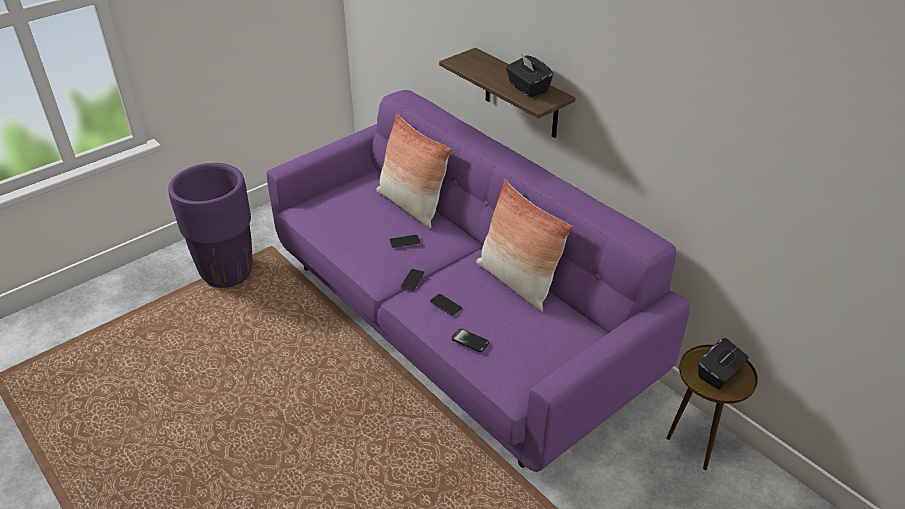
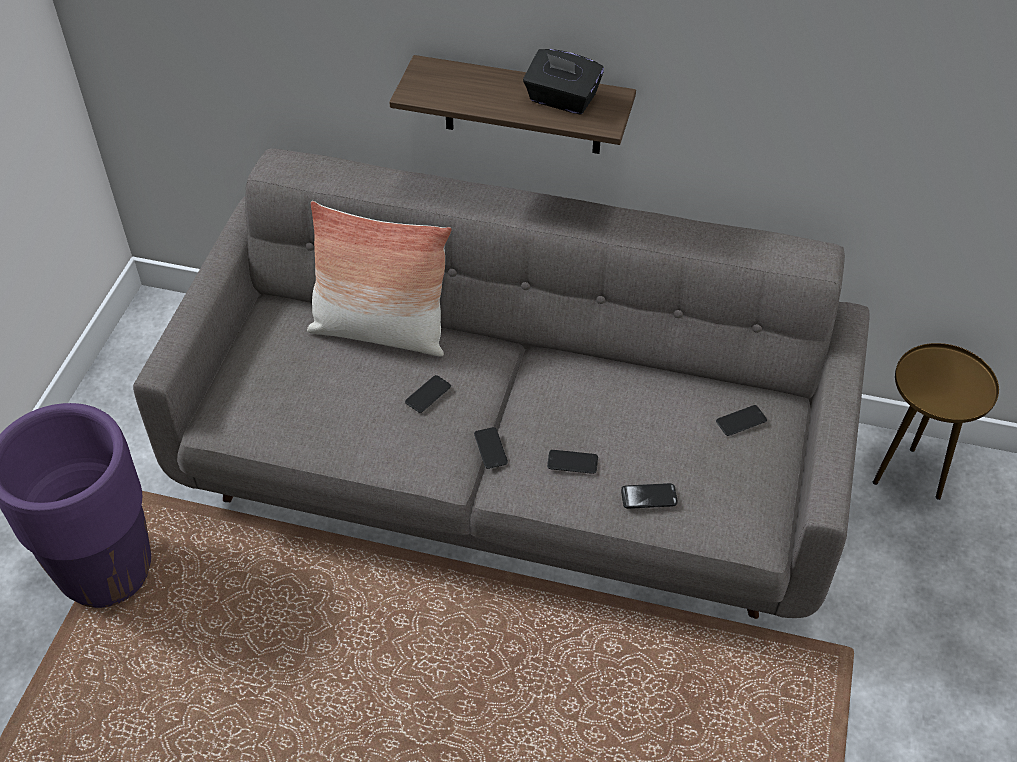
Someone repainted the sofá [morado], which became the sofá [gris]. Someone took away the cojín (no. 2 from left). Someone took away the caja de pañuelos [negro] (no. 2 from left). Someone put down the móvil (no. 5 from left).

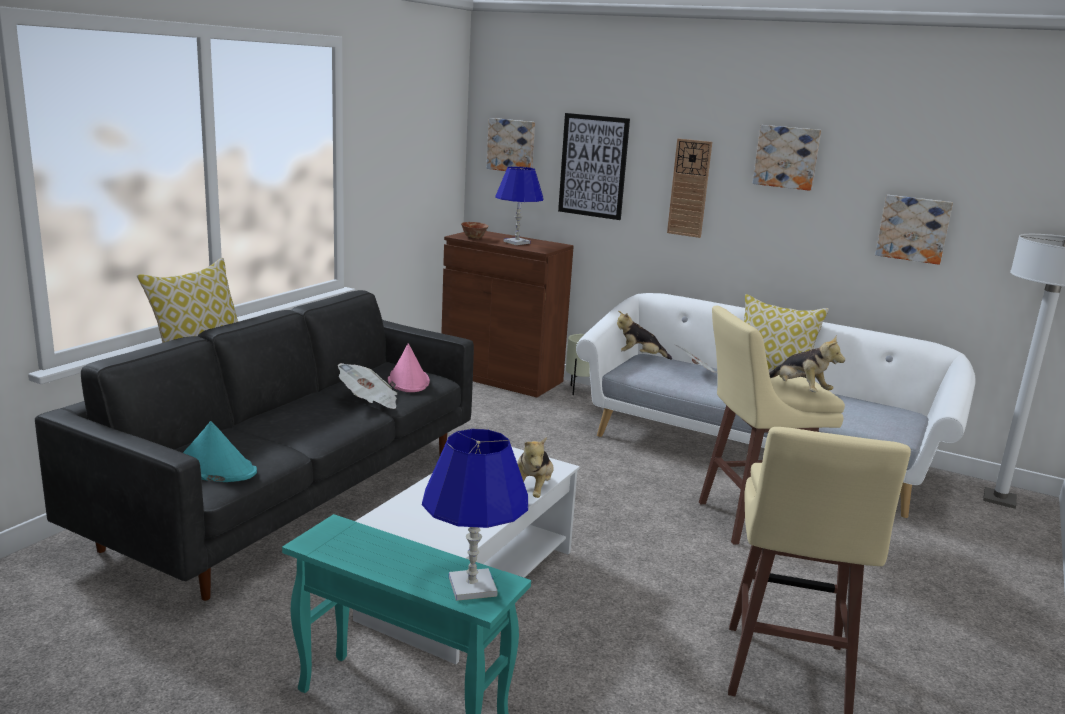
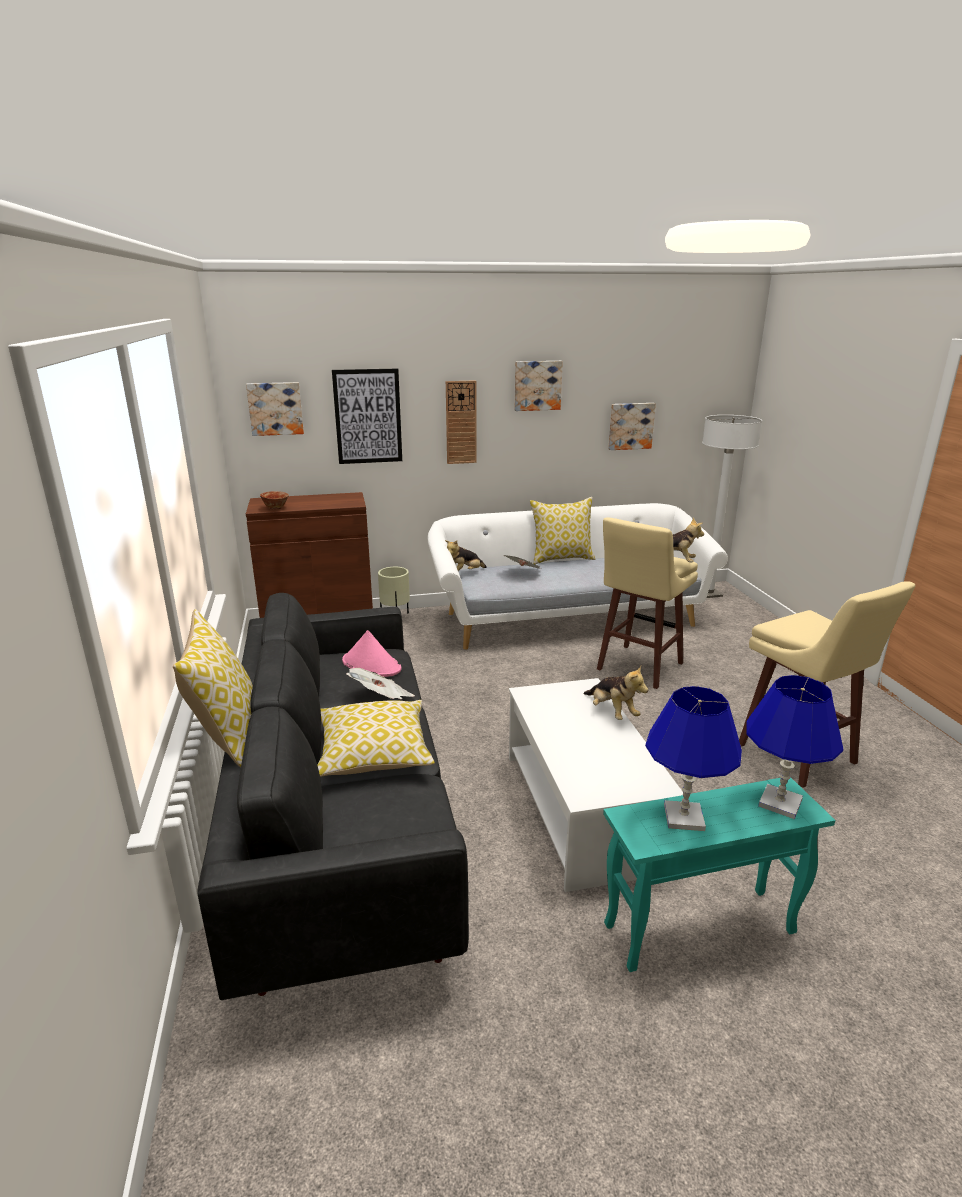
Someone took away the sombrero [turquesa]. Someone carried the lámpara de mesa [azul] (no. 2 from left in the first image). Someone put down the cojín (no. 2 from left).

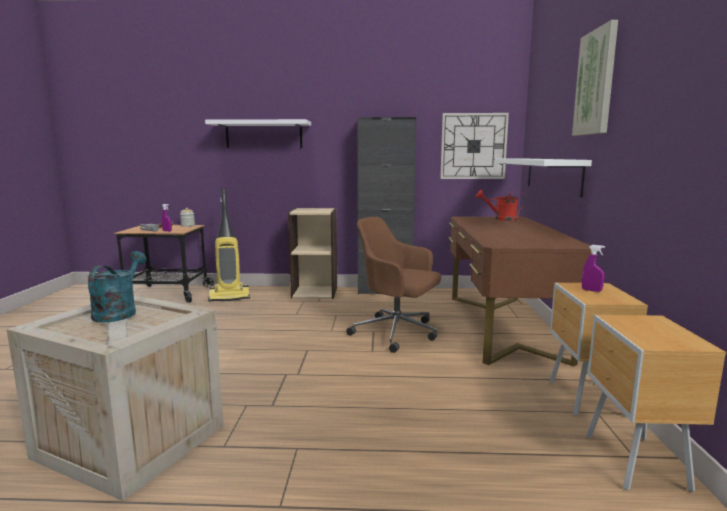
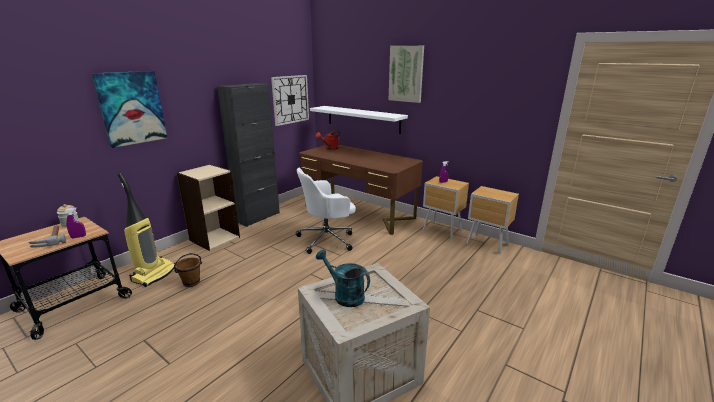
Someone swapped the estante [blanco] (no. 1 from left) for the cuadro (no. 1 from left). Someone repainted the silla de oficina [marrón], which became the silla de oficina [blanco]. Someone put down the cubo [marrón].

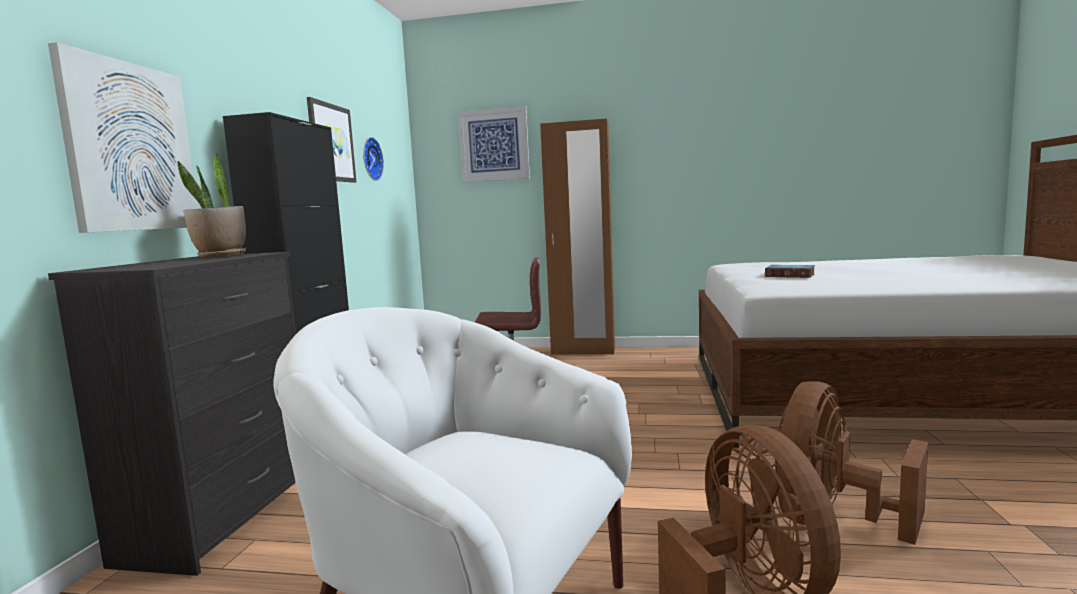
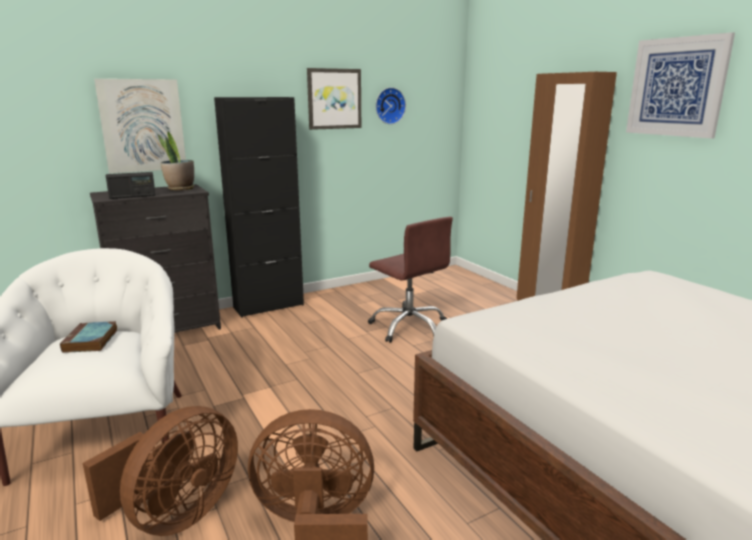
Someone carried the cuadro (no. 3 from left). Someone carried the libro. Someone put down the radio.

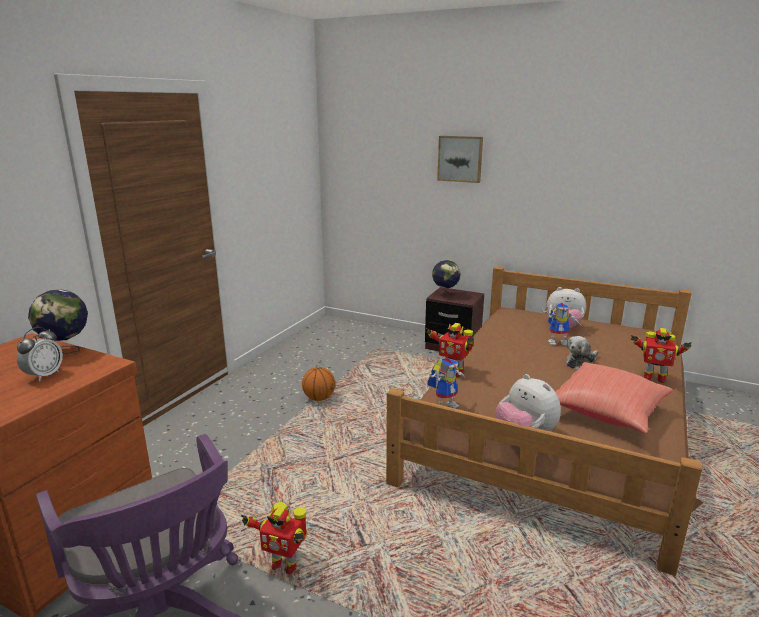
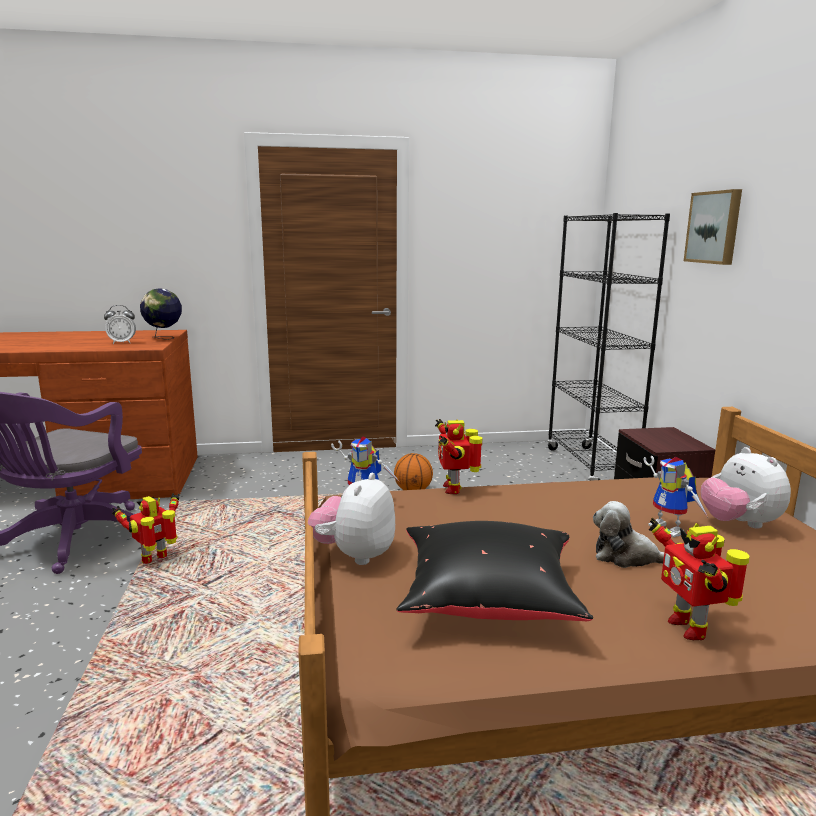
Someone rotated the robot de juguete (no. 1 from left) by 60 degrees clockwise. Someone took away the globo terráqueo (no. 2 from left). Someone repainted the cojín [rojo], which became the cojín [negro]. Someone put down the estantería [negro].

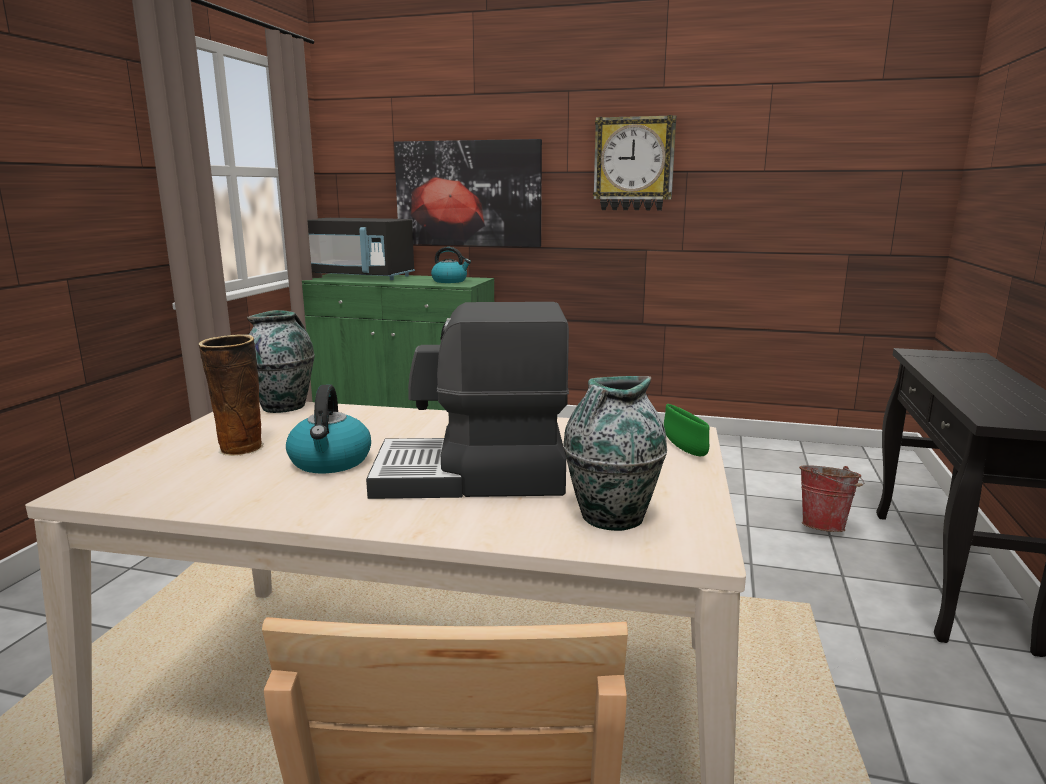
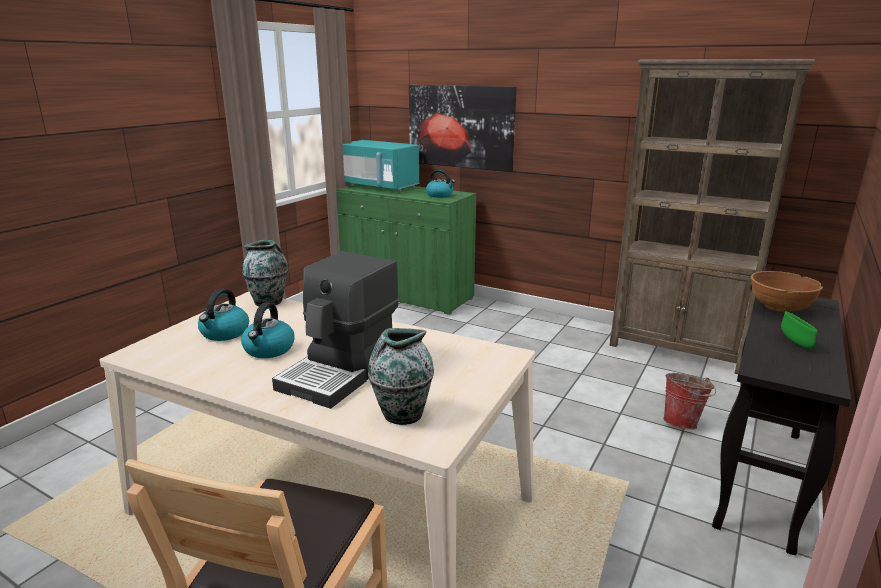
Someone swapped the florero (no. 1 from left) for the hervidor (no. 1 from left). Someone repainted the microondas [negro], which became the microondas [turquesa]. Someone rotated the cafetera by 75 degrees counterclockwise. Someone took away the reloj de pared. Someone carried the cuenco [verde]. Someone put down the estantería [marrón]. Someone put down the cuenco [marrón].

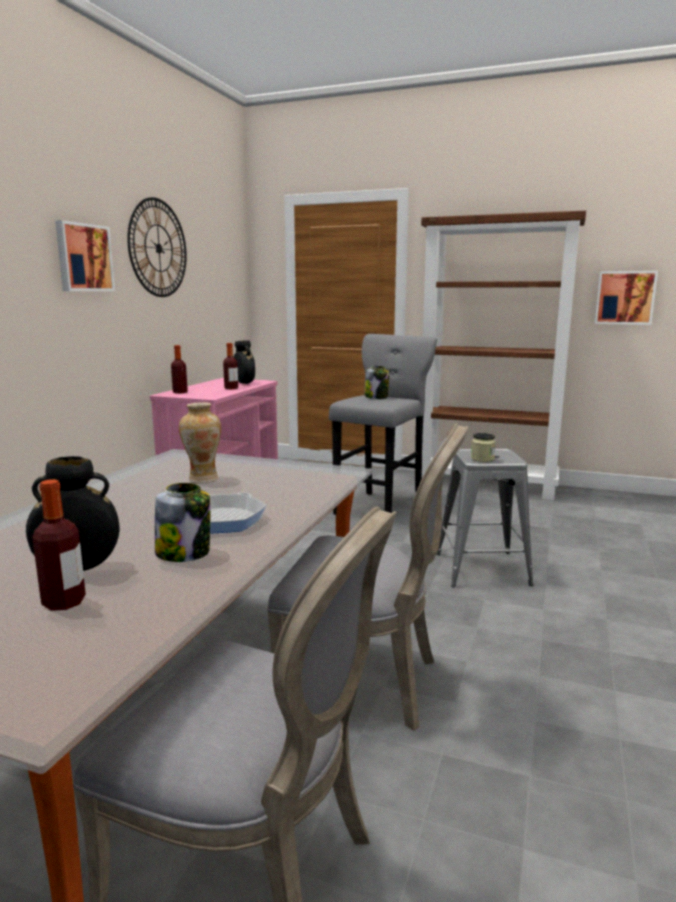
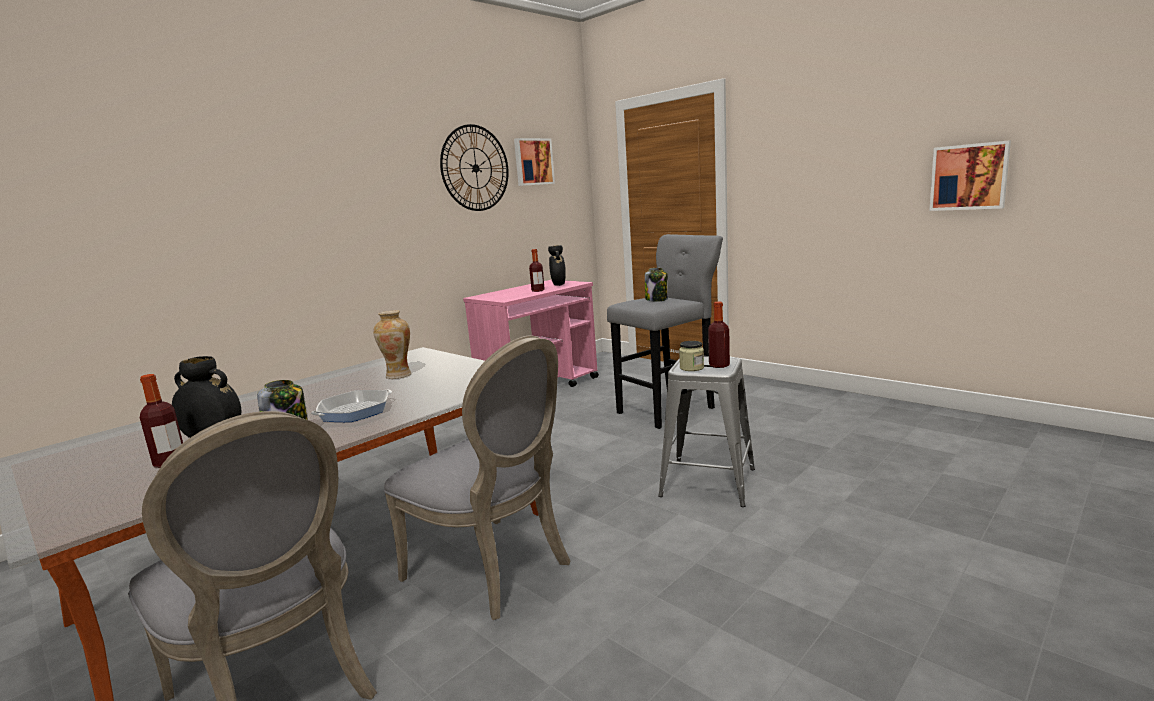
Someone carried the cuadro (no. 1 from left). Someone carried the botella (no. 2 from left in the first image). Someone took away the estantería [marrón].

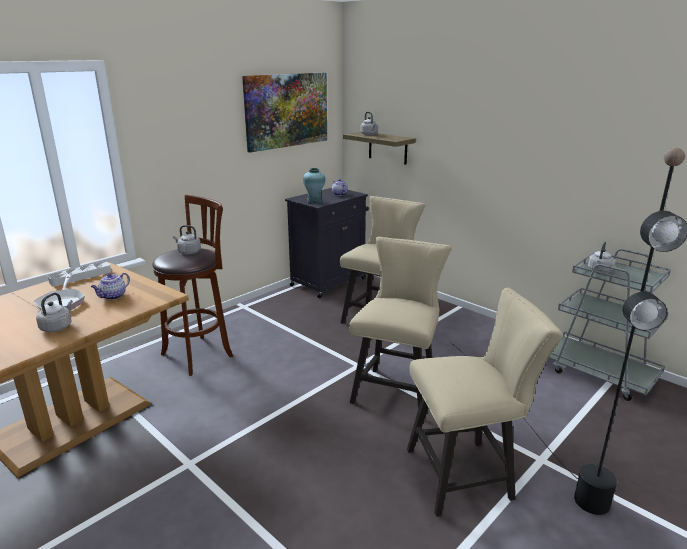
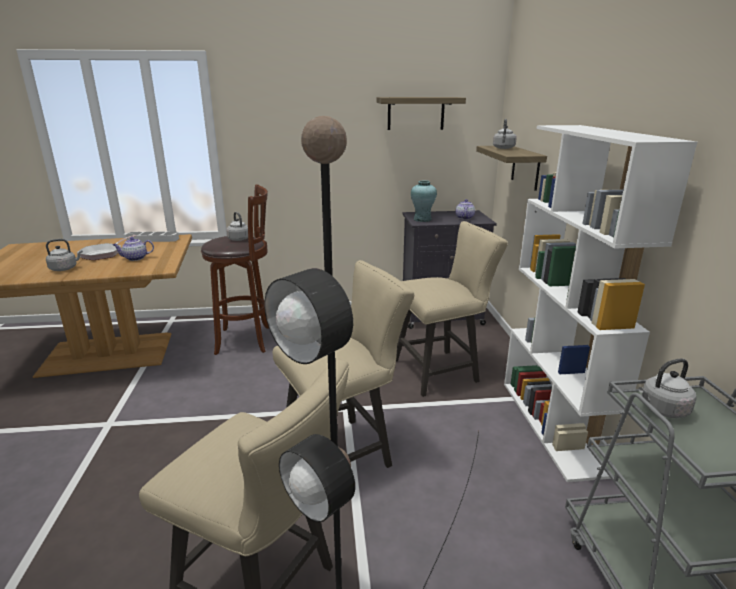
Someone swapped the cuadro for the estante (no. 1 from left). Someone put down the estantería [blanco].

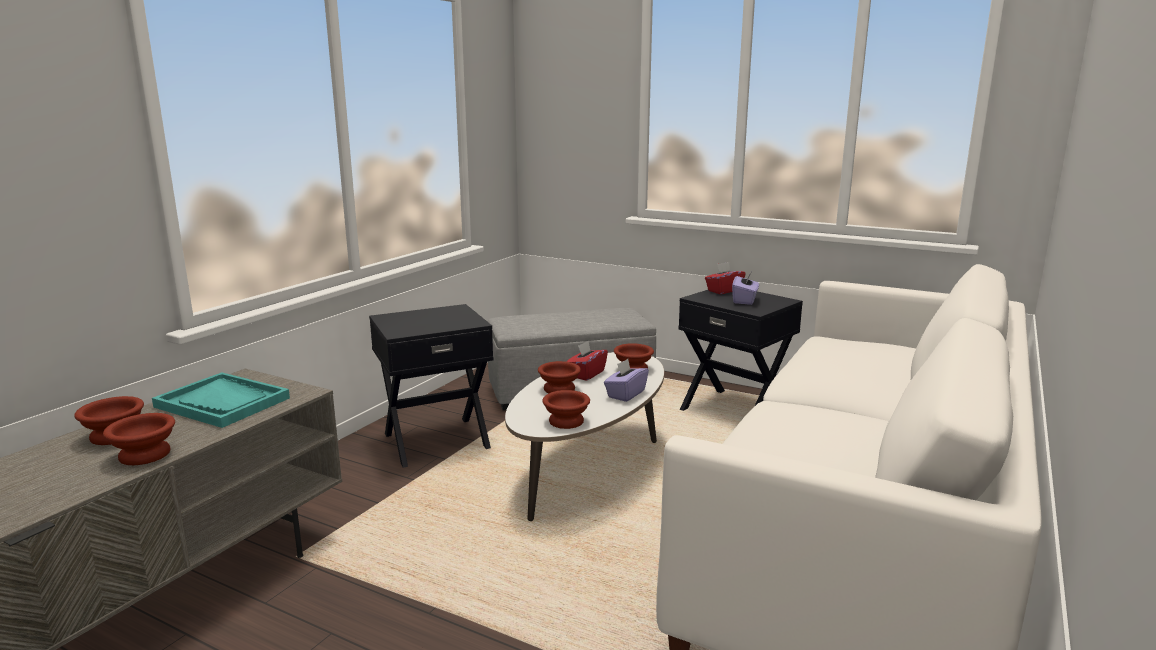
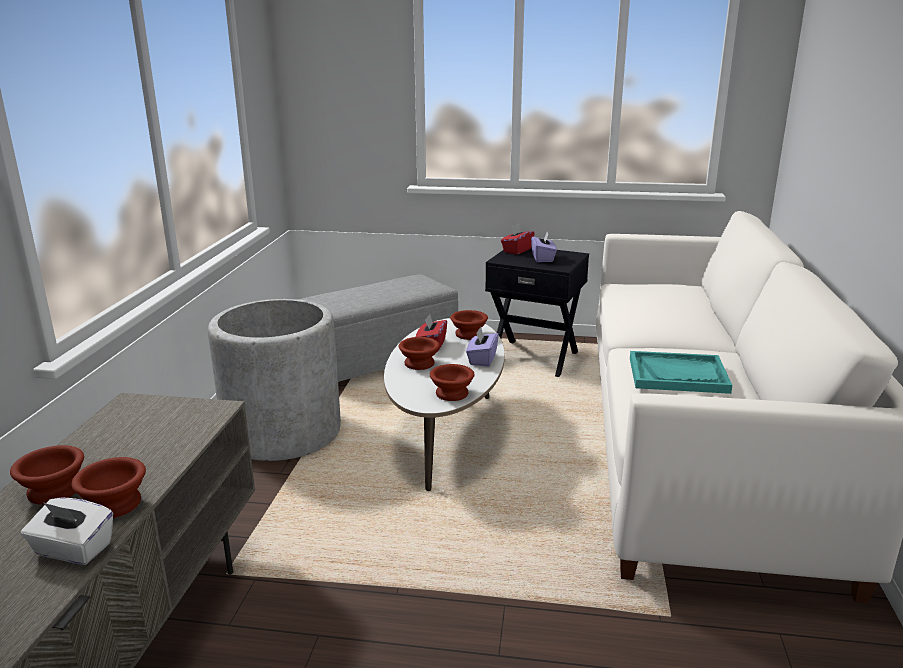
Someone carried the bandeja [turquesa]. Someone swapped the mesa auxiliar [negro] (no. 1 from left) for the maceta [gris]. Someone put down the caja de pañuelos [blanco].

